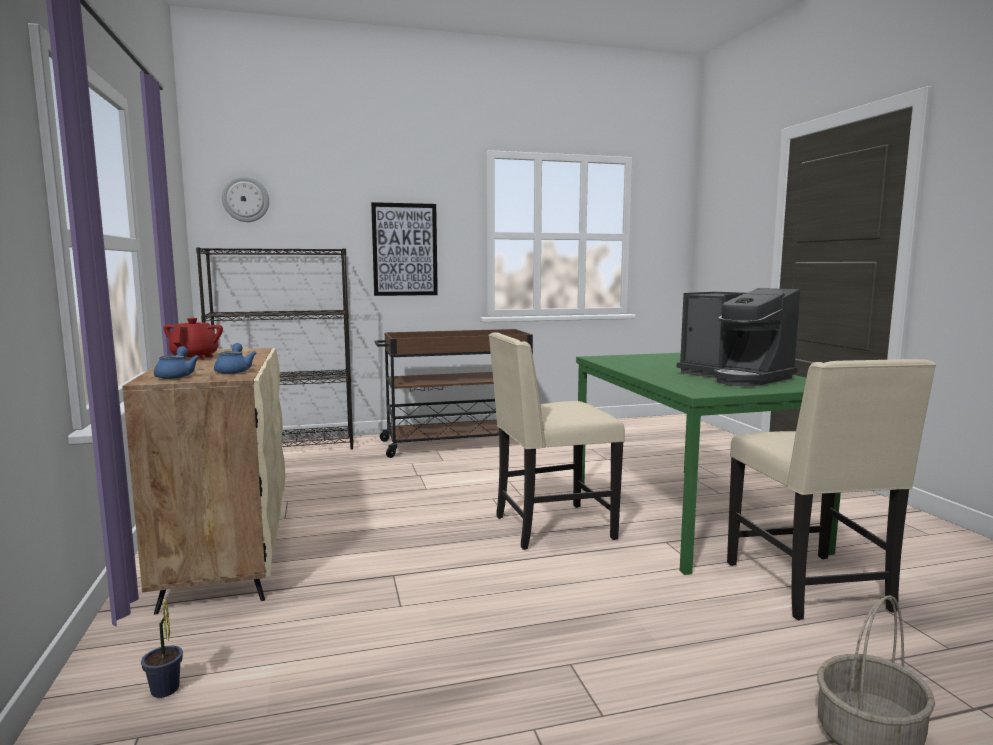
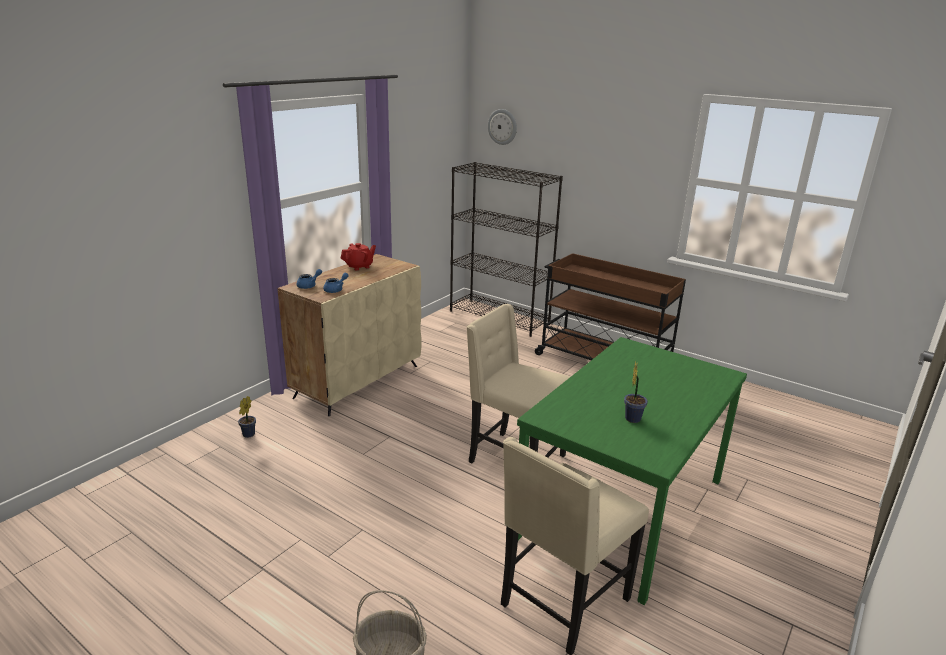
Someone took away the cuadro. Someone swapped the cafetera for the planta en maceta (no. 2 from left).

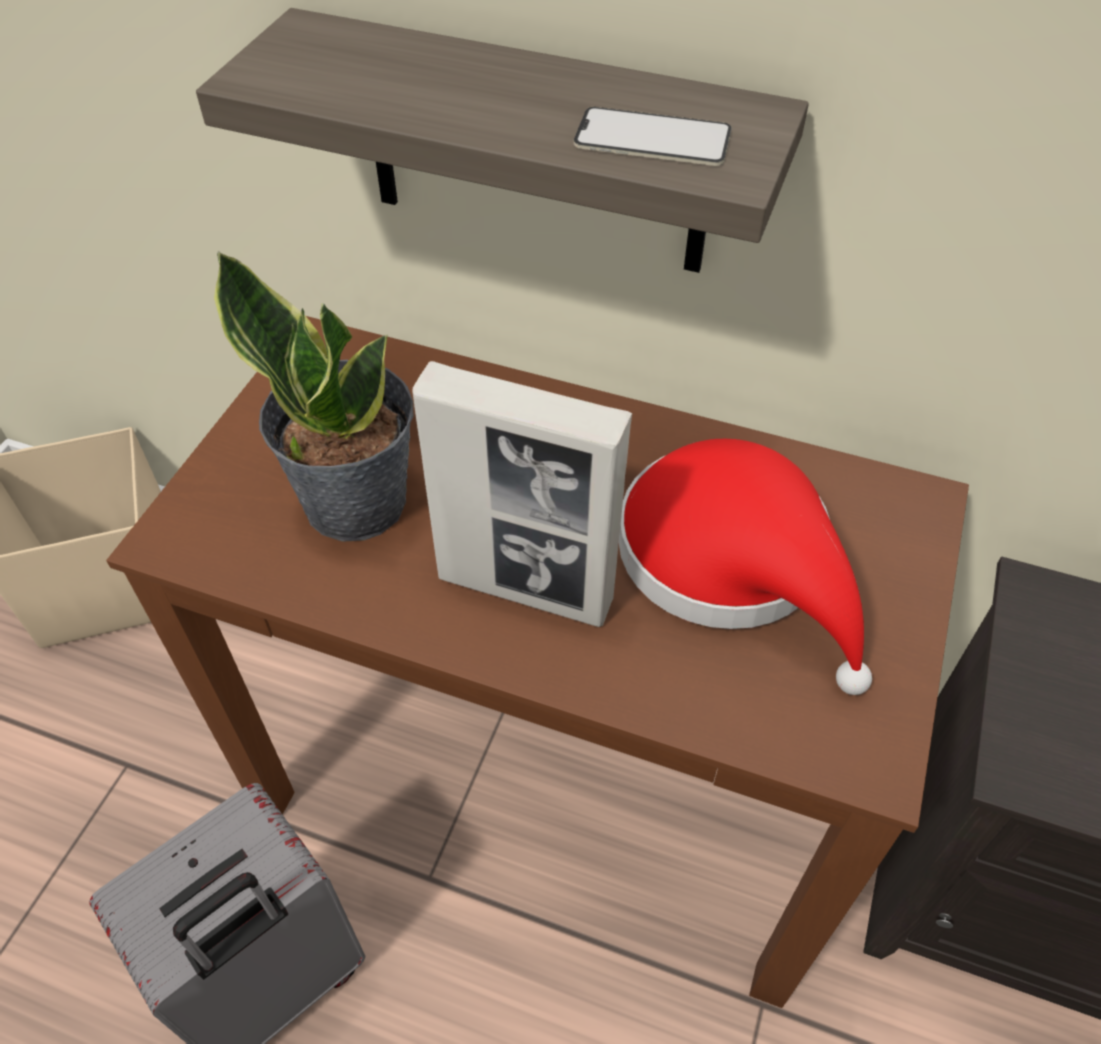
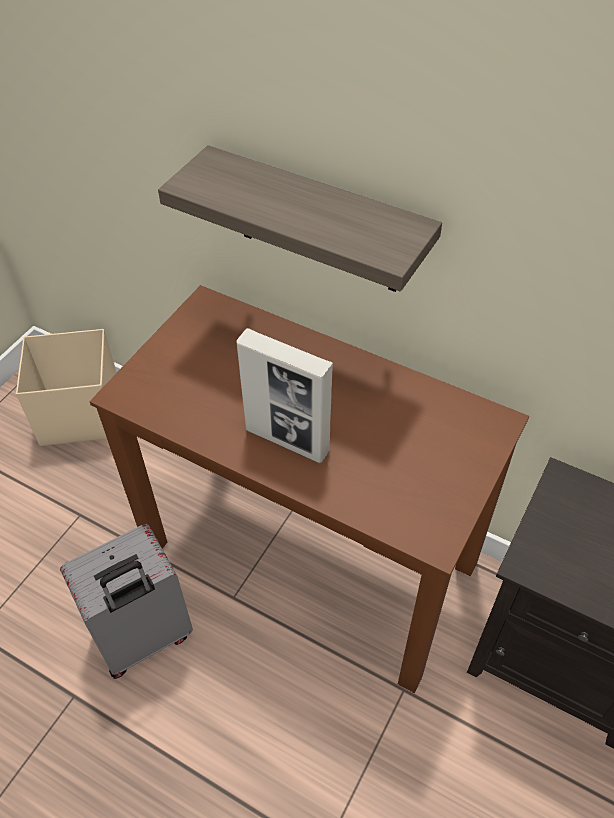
Someone took away the planta en maceta. Someone took away the móvil. Someone took away the sombrero [rojo].

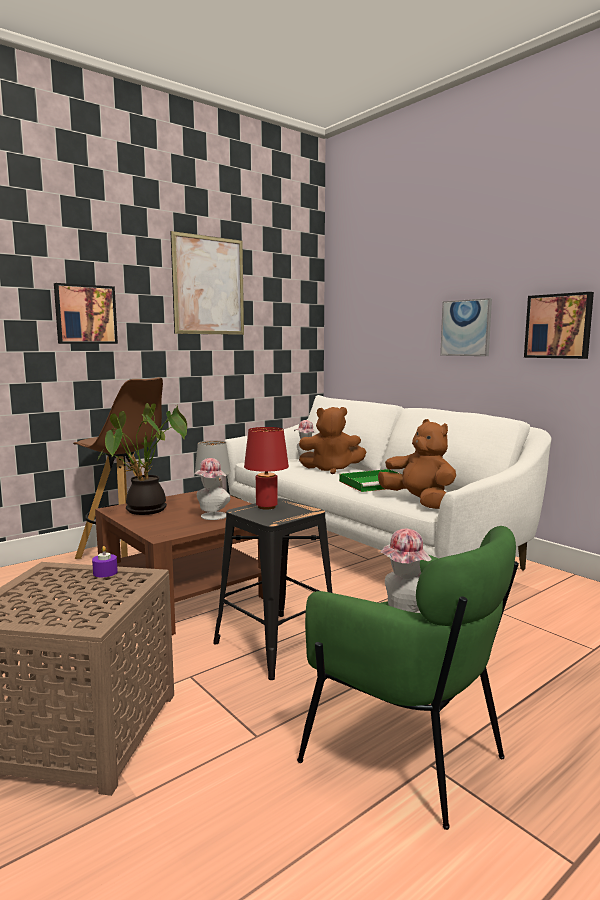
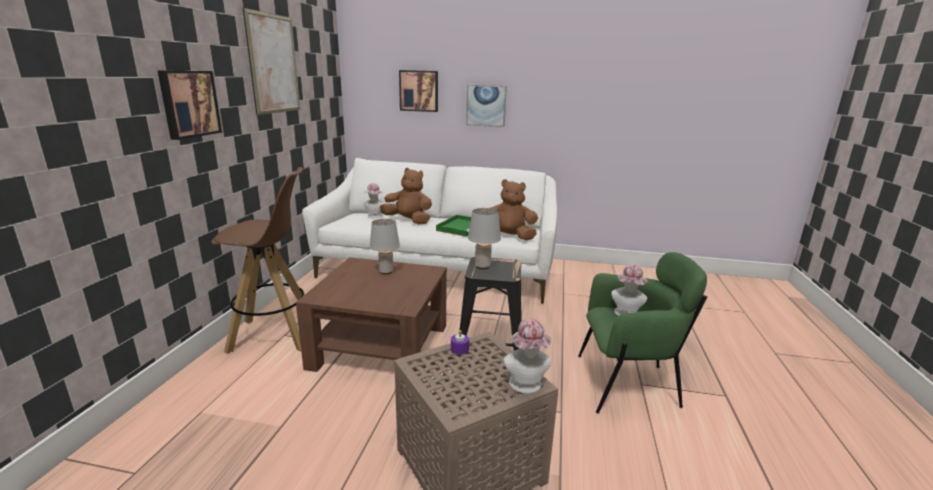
Someone took away the planta en maceta. Someone carried the sombrero (no. 1 from left in the first image). Someone repainted the lámpara de mesa [rojo], which became the lámpara de mesa [gris] (no. 2 from left). Someone rotated the peluche [marrón] (no. 1 from left) by 120 degrees counterclockwise. Someone carried the cuadro (no. 4 from left in the first image).

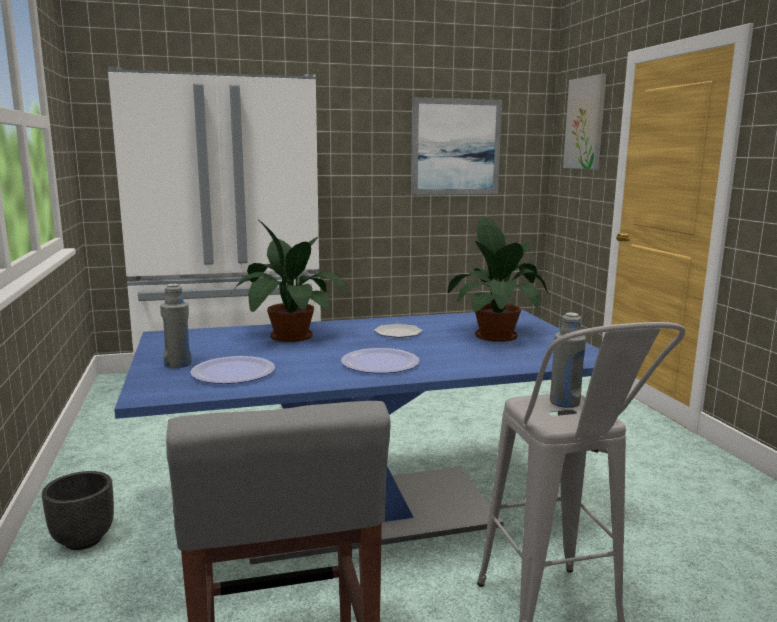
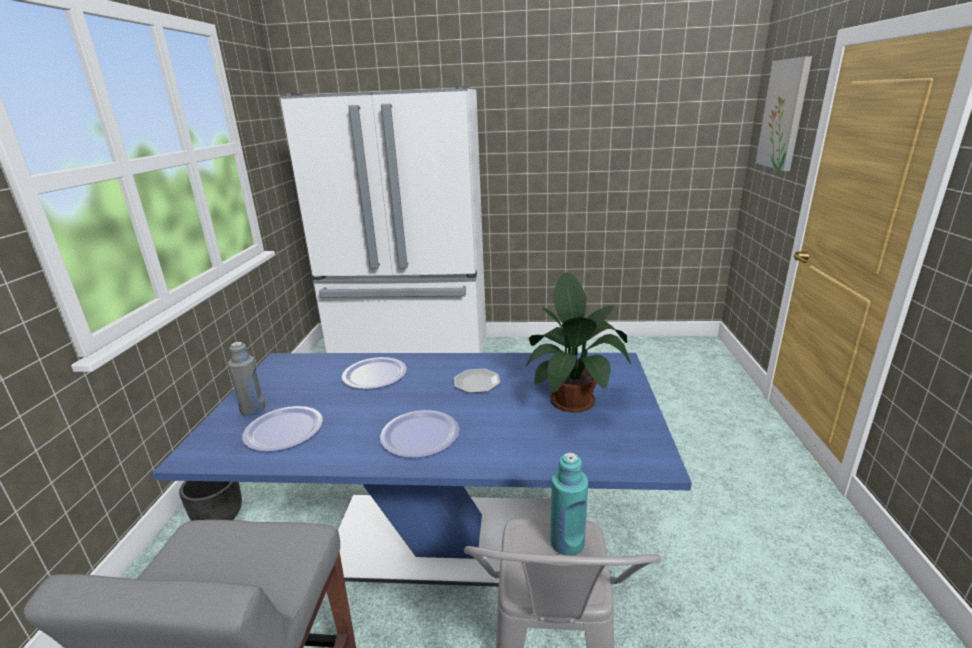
Someone swapped the planta en maceta (no. 1 from left) for the plato (no. 2 from left). Someone took away the cuadro (no. 1 from left). Someone repainted the botella [gris] (no. 2 from left), which became the botella [turquesa].

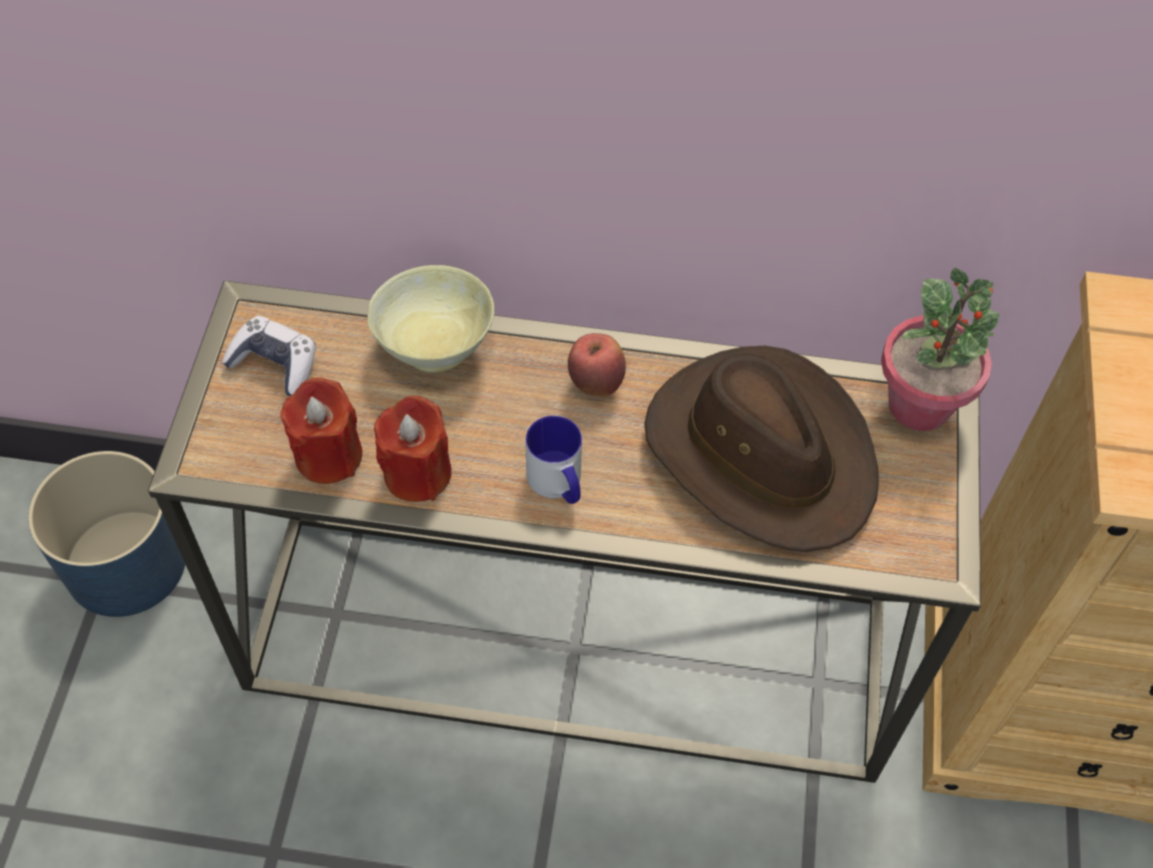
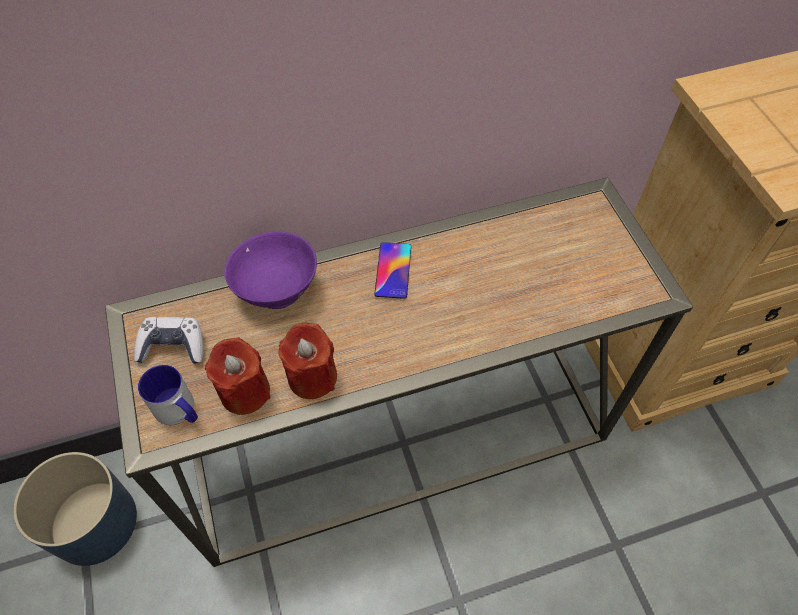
Someone repainted the cuenco [beis], which became the cuenco [morado]. Someone carried the taza grande. Someone swapped the manzana for the móvil. Someone took away the sombrero [marrón]. Someone took away the planta en maceta.

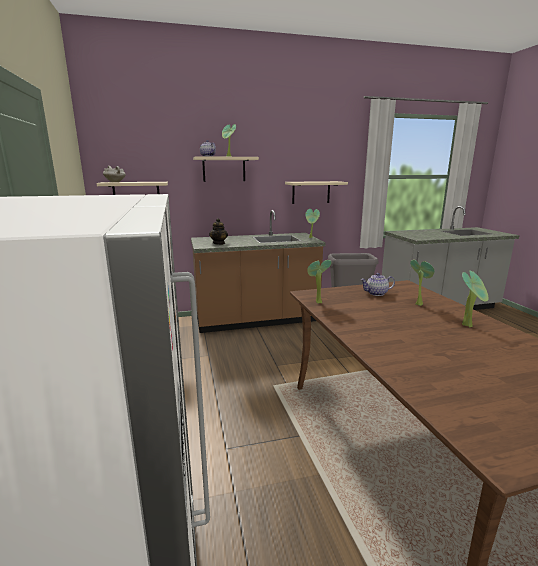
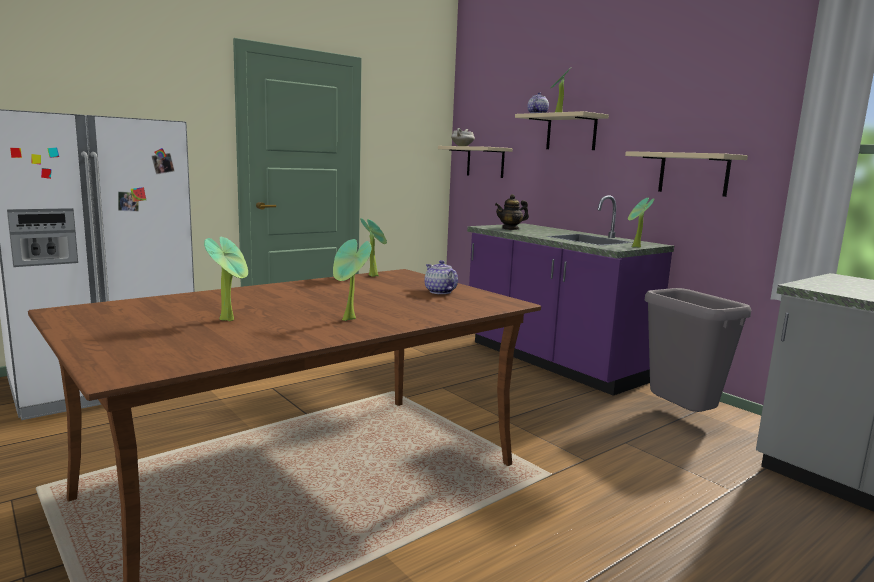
Someone repainted the mueble bajo de cocina [marrón], which became the mueble bajo de cocina [morado]. Someone carried the planta en maceta (no. 4 from left in the first image).

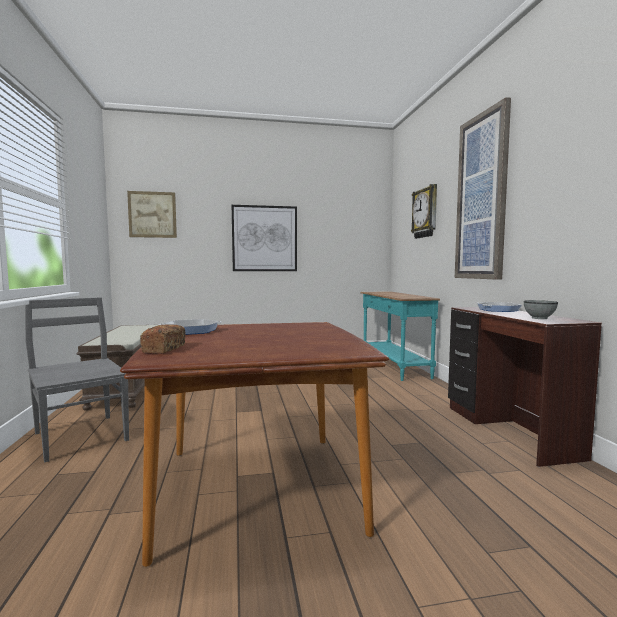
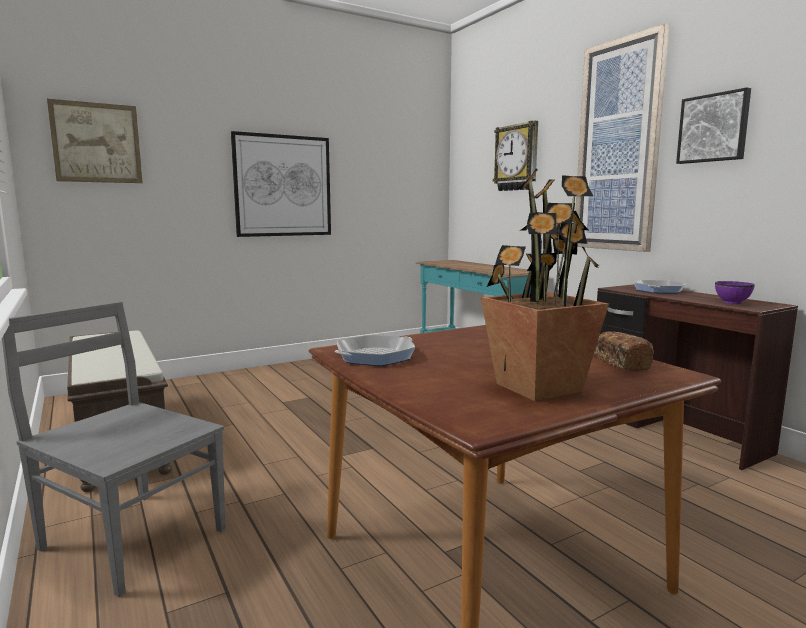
Someone carried the pan. Someone repainted the cuenco [gris], which became the cuenco [morado]. Someone put down the planta en maceta. Someone put up the cuadro (no. 4 from left).

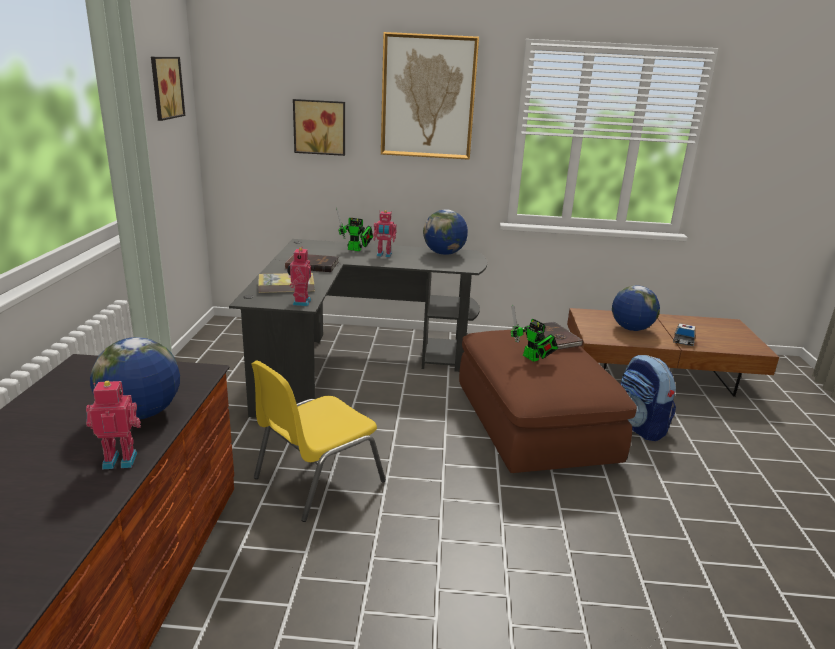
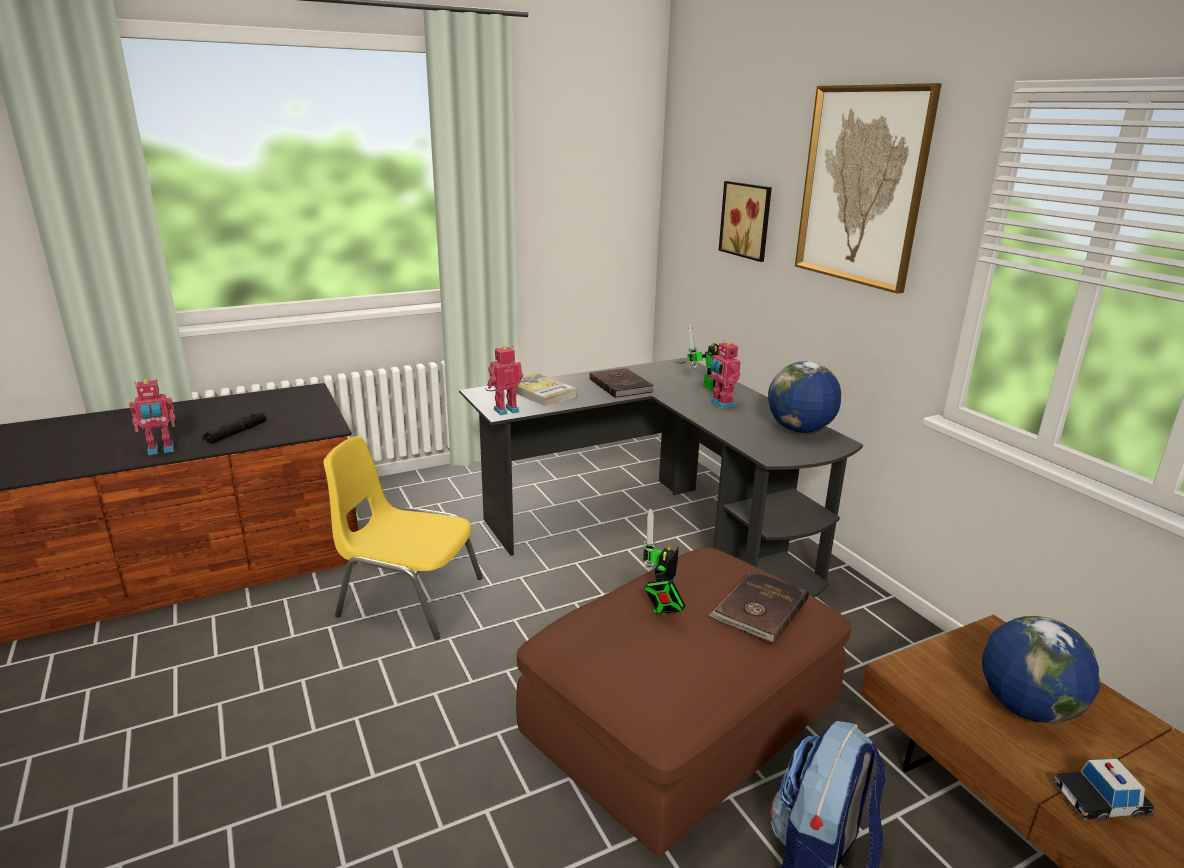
Someone rotated the robot de juguete (no. 1 from left) by 105 degrees clockwise. Someone swapped the globo terráqueo (no. 1 from left) for the linterna [negro]. Someone took away the cuadro (no. 1 from left).

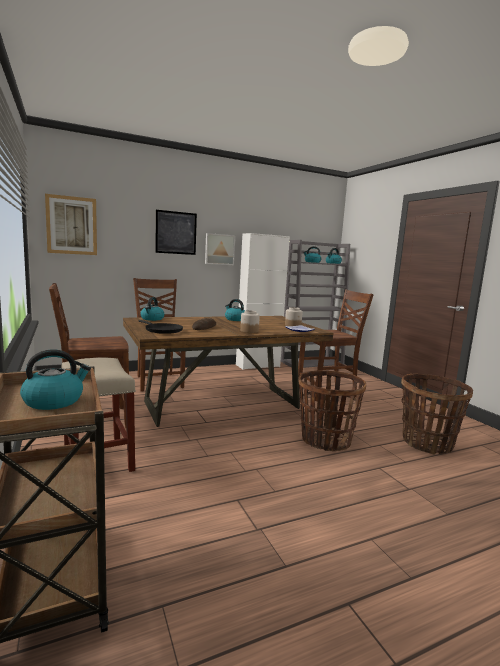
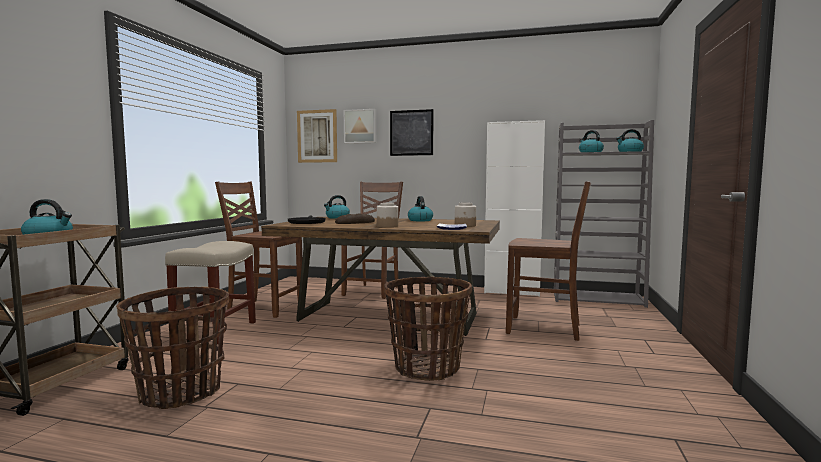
Someone carried the cuadro (no. 3 from left in the first image). Someone carried the cesta (no. 2 from left in the first image).

